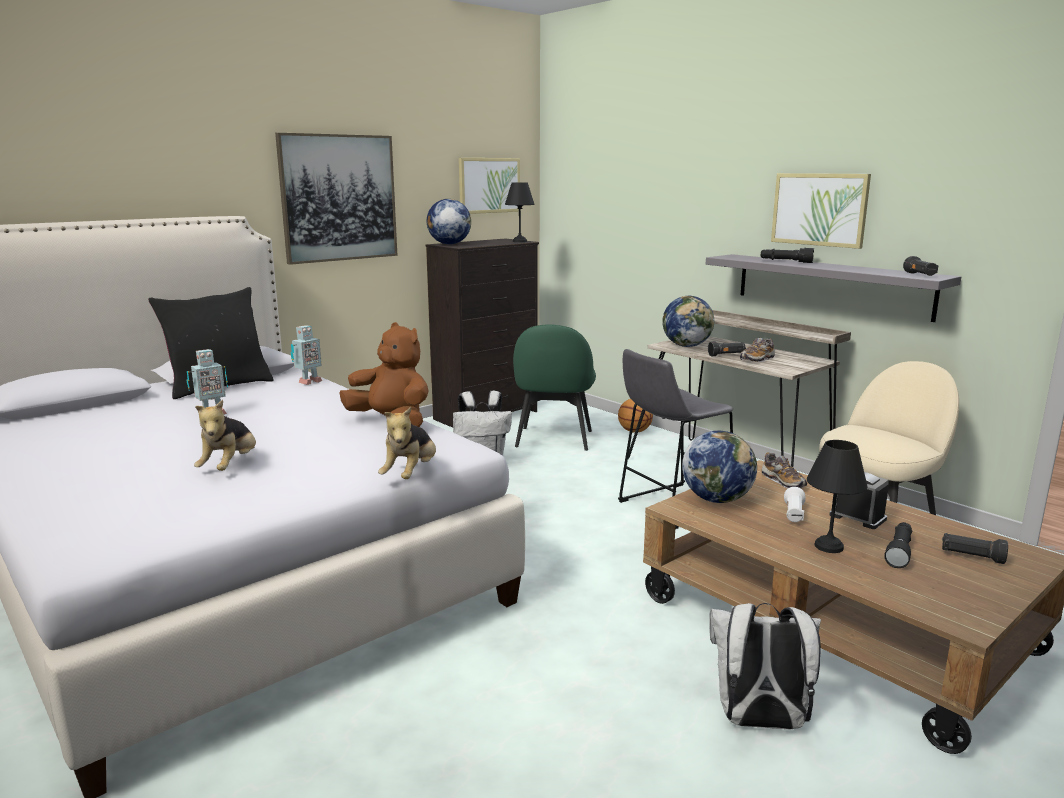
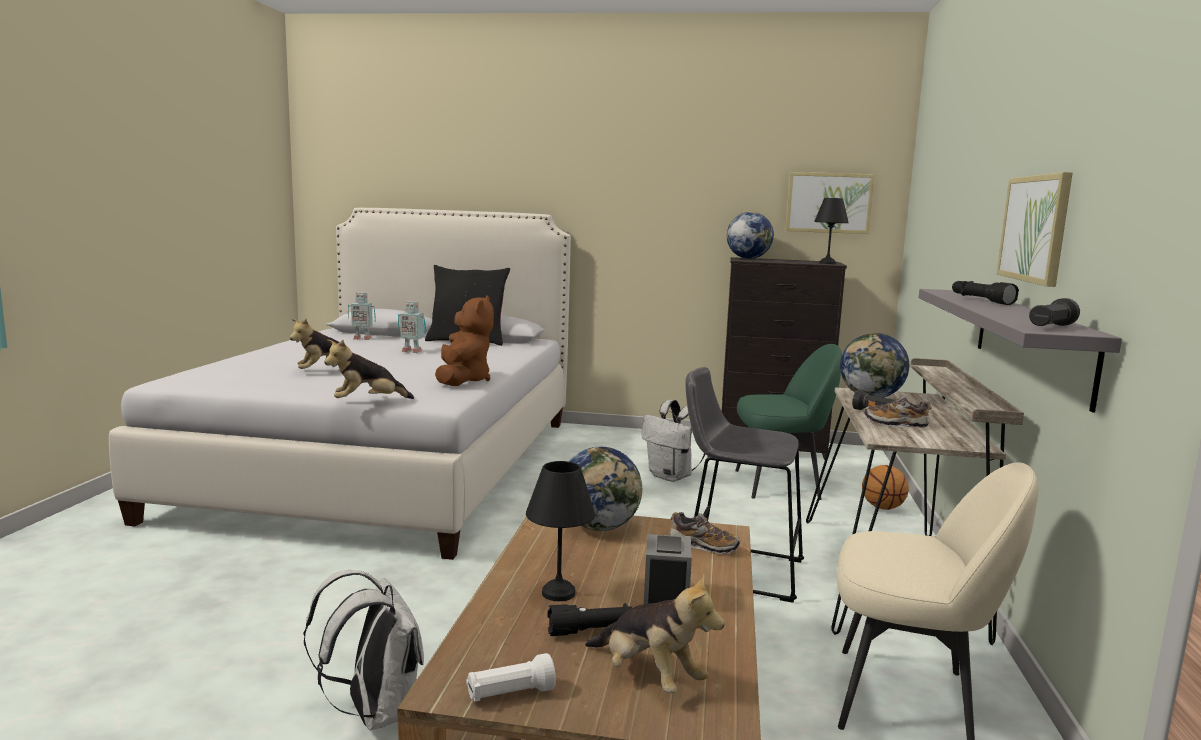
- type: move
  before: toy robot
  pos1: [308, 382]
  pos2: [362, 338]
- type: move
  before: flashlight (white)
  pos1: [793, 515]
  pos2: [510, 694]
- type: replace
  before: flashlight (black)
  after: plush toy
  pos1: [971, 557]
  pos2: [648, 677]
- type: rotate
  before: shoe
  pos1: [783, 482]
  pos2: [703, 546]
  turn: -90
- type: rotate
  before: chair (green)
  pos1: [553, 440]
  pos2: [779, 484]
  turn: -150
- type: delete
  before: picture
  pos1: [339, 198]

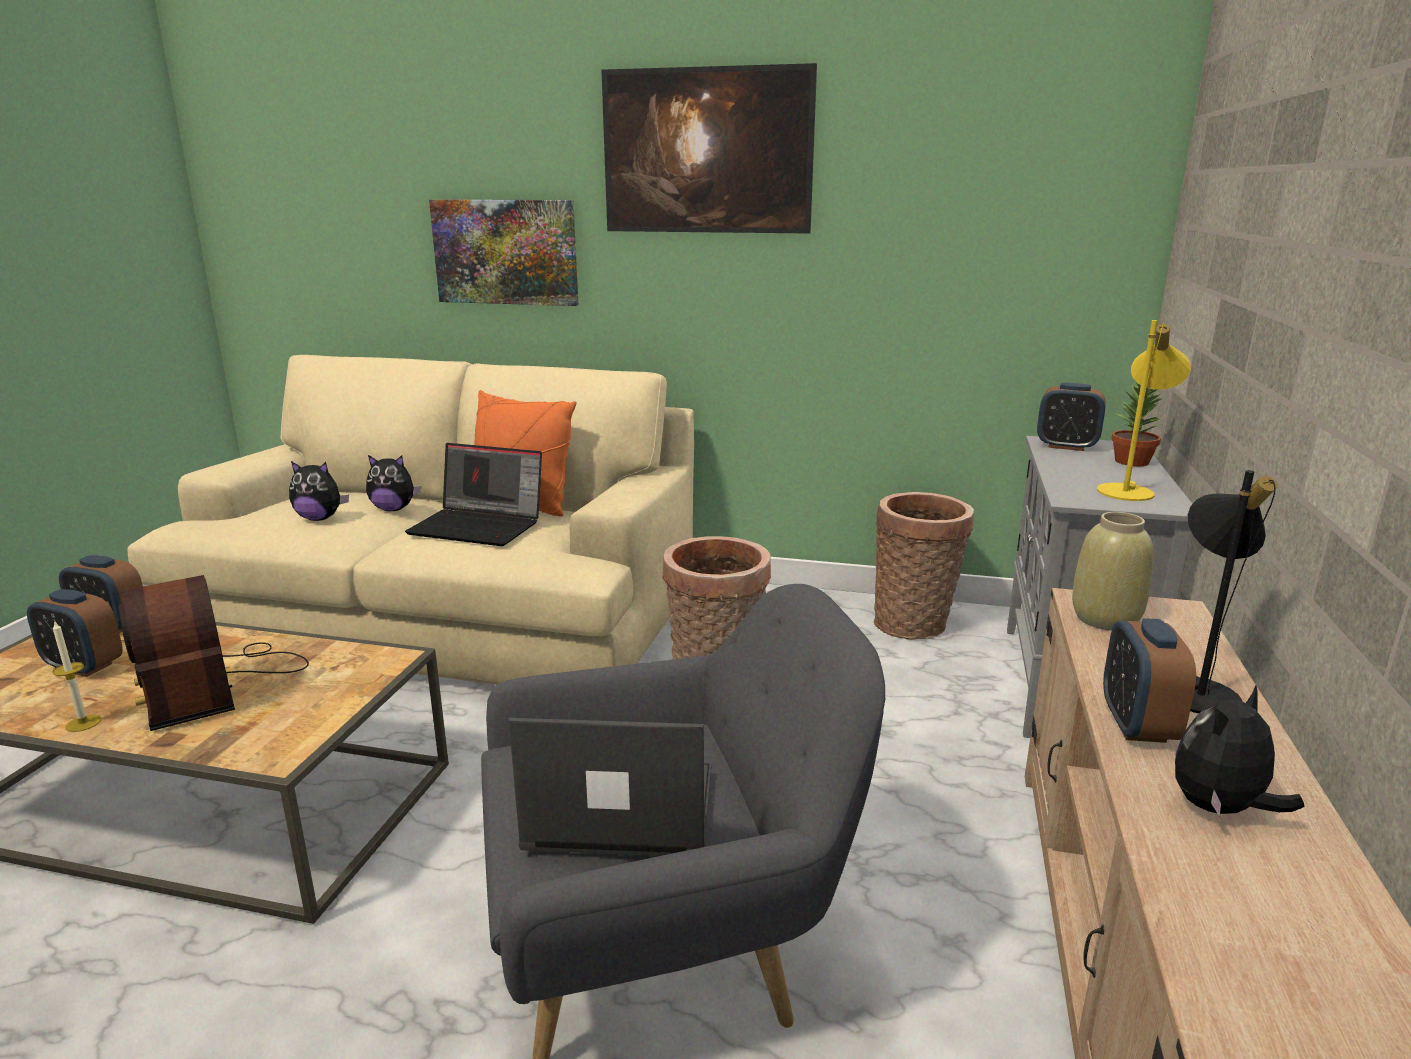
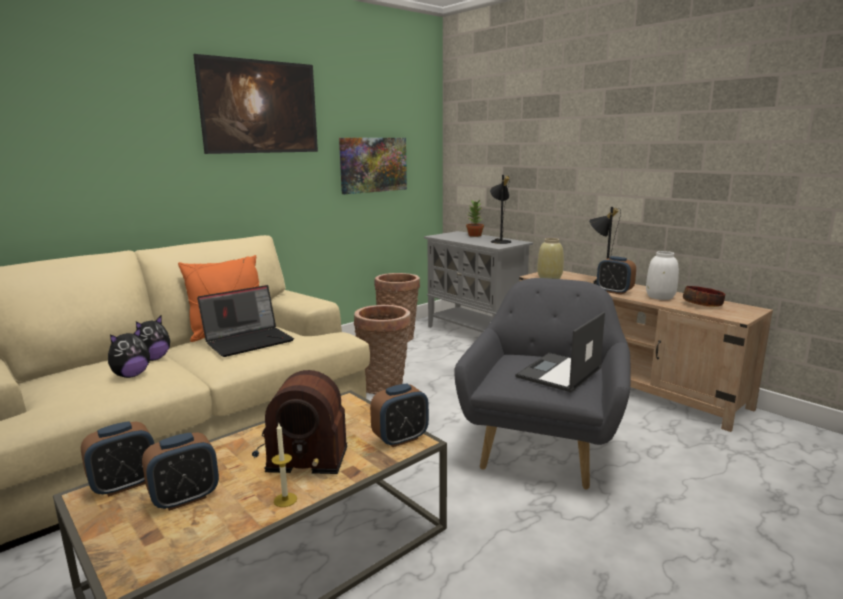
- type: move
  before: picture
  pos1: [506, 252]
  pos2: [373, 164]
- type: move
  before: alarm clock
  pos1: [1066, 446]
  pos2: [400, 439]
- type: recolor
  before: table lamp (yellow)
  after: table lamp (black)
  pos1: [1131, 490]
  pos2: [500, 241]
- type: replace
  before: plush toy
  after: vase (white)
  pos1: [1220, 809]
  pos2: [660, 297]
- type: insert
  after: bowl
  pos2: [703, 304]

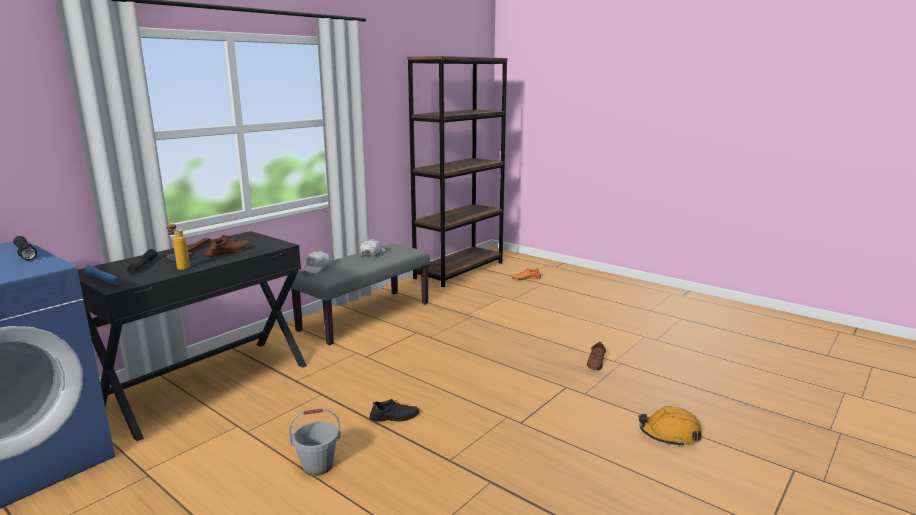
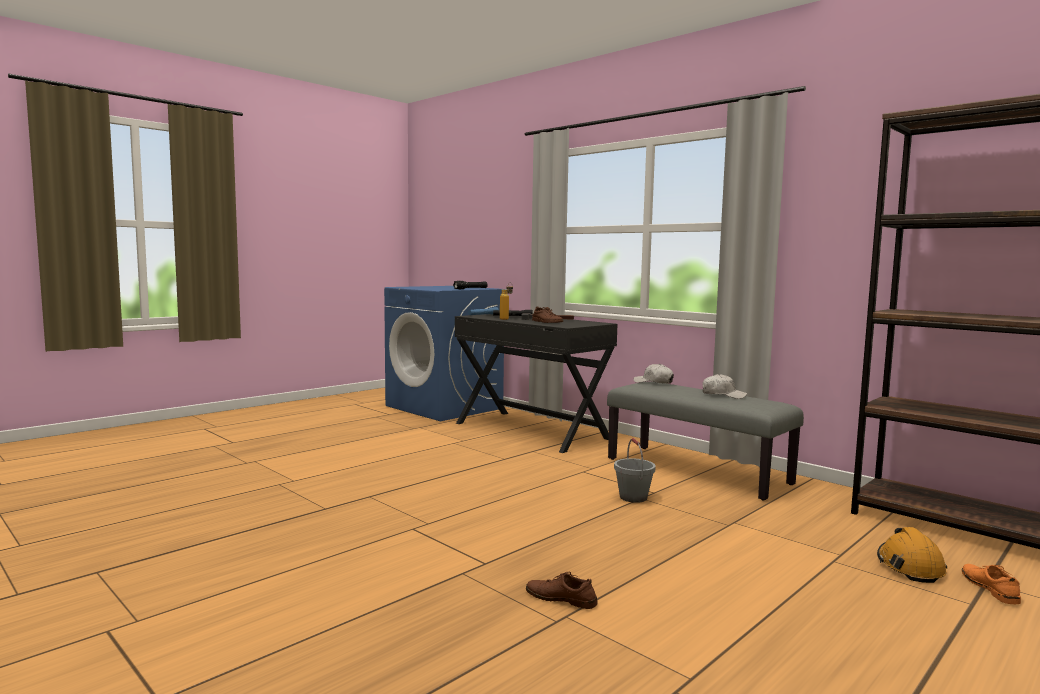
- type: move
  before: bucket (grey)
  pos1: [318, 466]
  pos2: [633, 497]
- type: move
  before: hard hat (orange)
  pos1: [670, 434]
  pos2: [910, 566]
- type: delete
  before: shoe (black)
  pos1: [394, 417]

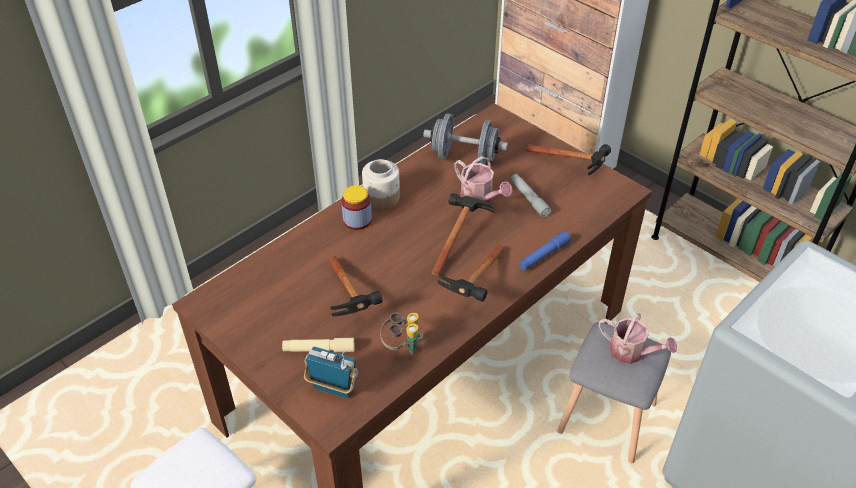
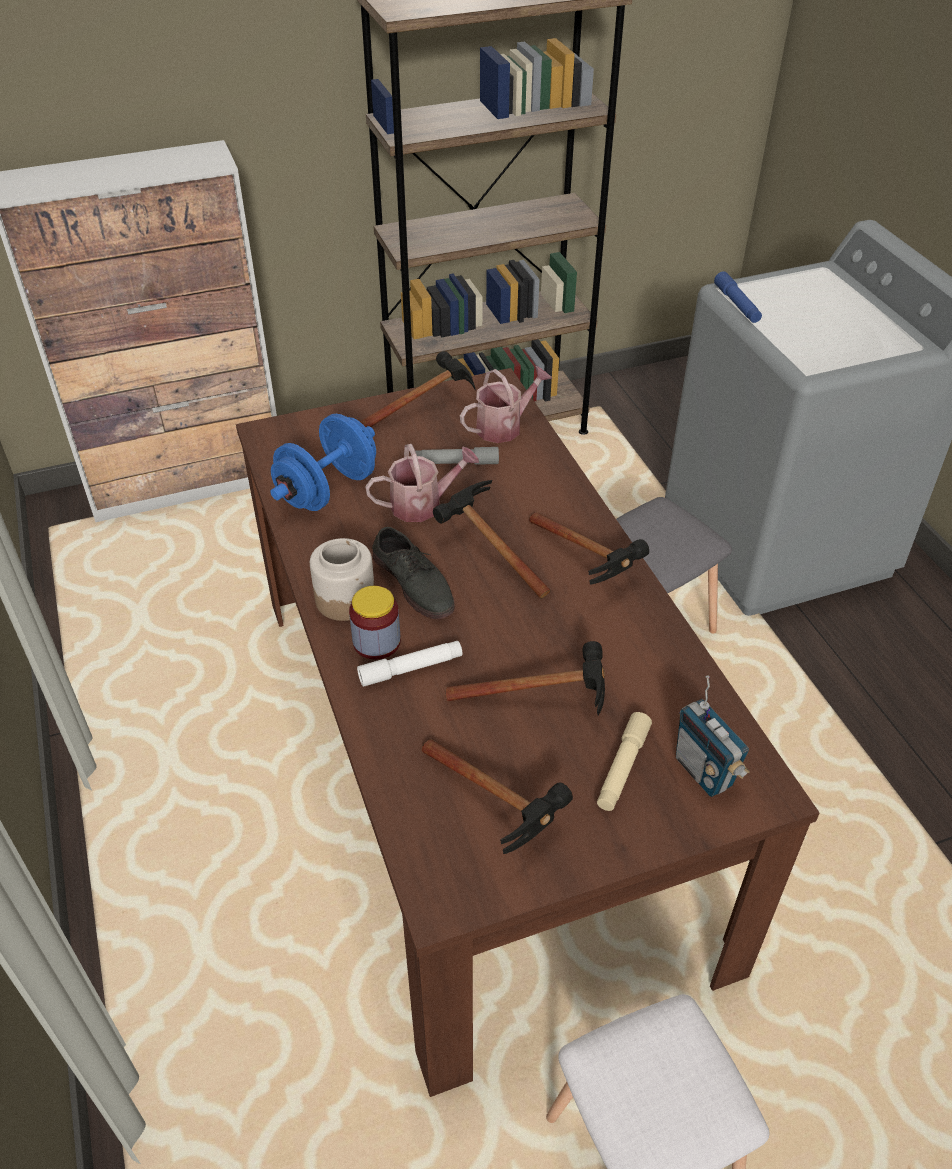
- type: recolor
  before: dumbbell (grey)
  after: dumbbell (blue)
  pos1: [464, 157]
  pos2: [327, 490]
- type: insert
  after: flashlight (white)
  pos2: [411, 669]
- type: insert
  after: shoe (grey)
  pos2: [414, 582]
- type: insert
  after: hammer
  pos2: [501, 812]
- type: move
  before: watering can
  pos1: [631, 352]
  pos2: [504, 426]
- type: rotate
  before: radio
  pos1: [333, 388]
  pos2: [704, 772]
  turn: -75
- type: move
  before: flashlight (blue)
  pos1: [544, 255]
  pos2: [737, 304]
- type: delete
  before: binoculars
  pos1: [402, 347]

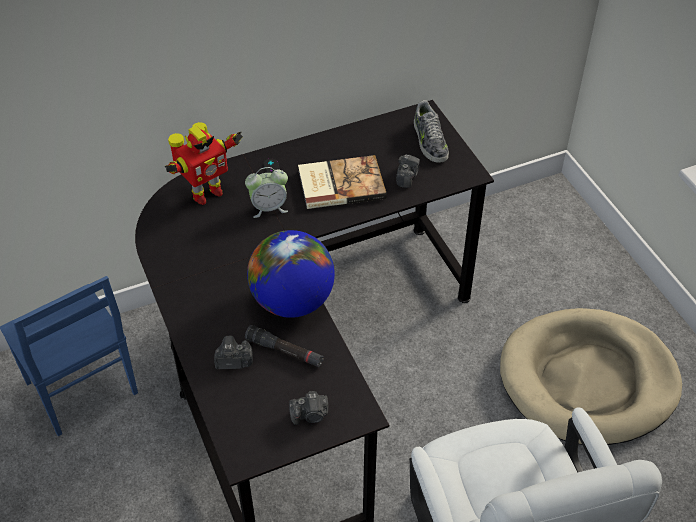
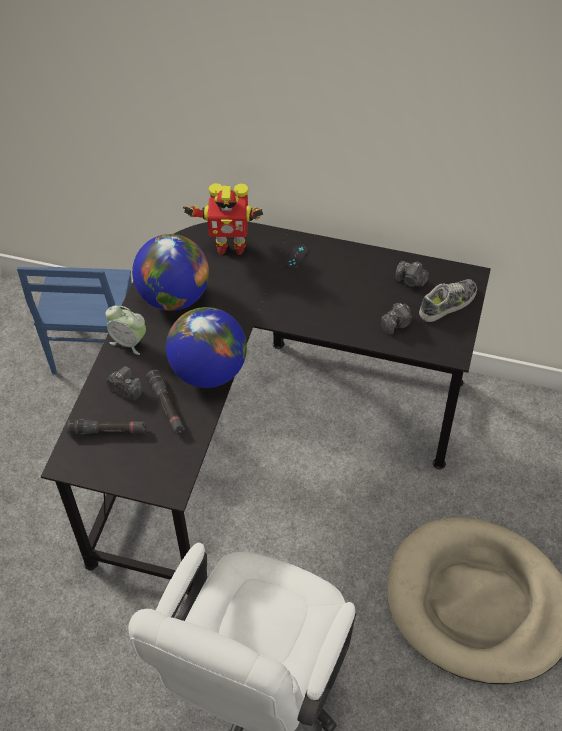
- type: insert
  after: flashlight (black)
  pos2: [107, 431]
- type: move
  before: alarm clock
  pos1: [269, 208]
  pos2: [129, 342]
- type: insert
  after: globe
  pos2: [174, 297]
- type: move
  before: photo camera
  pos1: [310, 415]
  pos2: [411, 281]
- type: rotate
  before: shoe
  pos1: [429, 141]
  pos2: [448, 304]
  turn: -150
- type: delete
  before: book
  pos1: [340, 183]

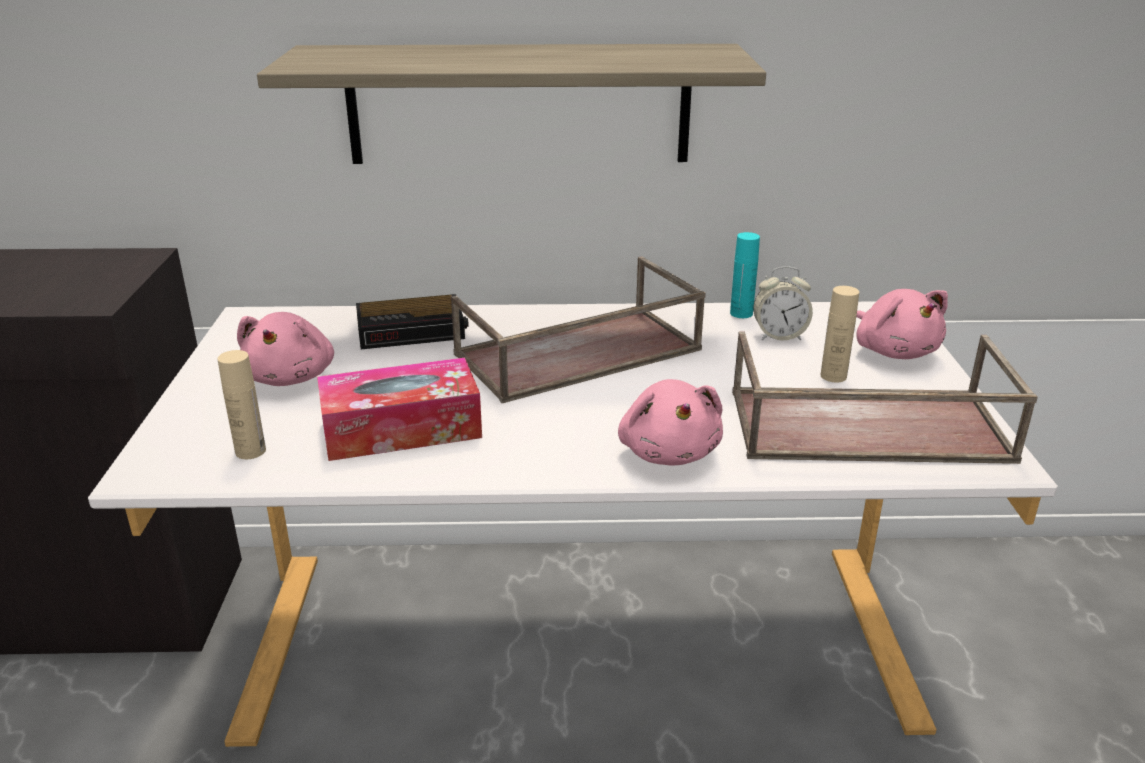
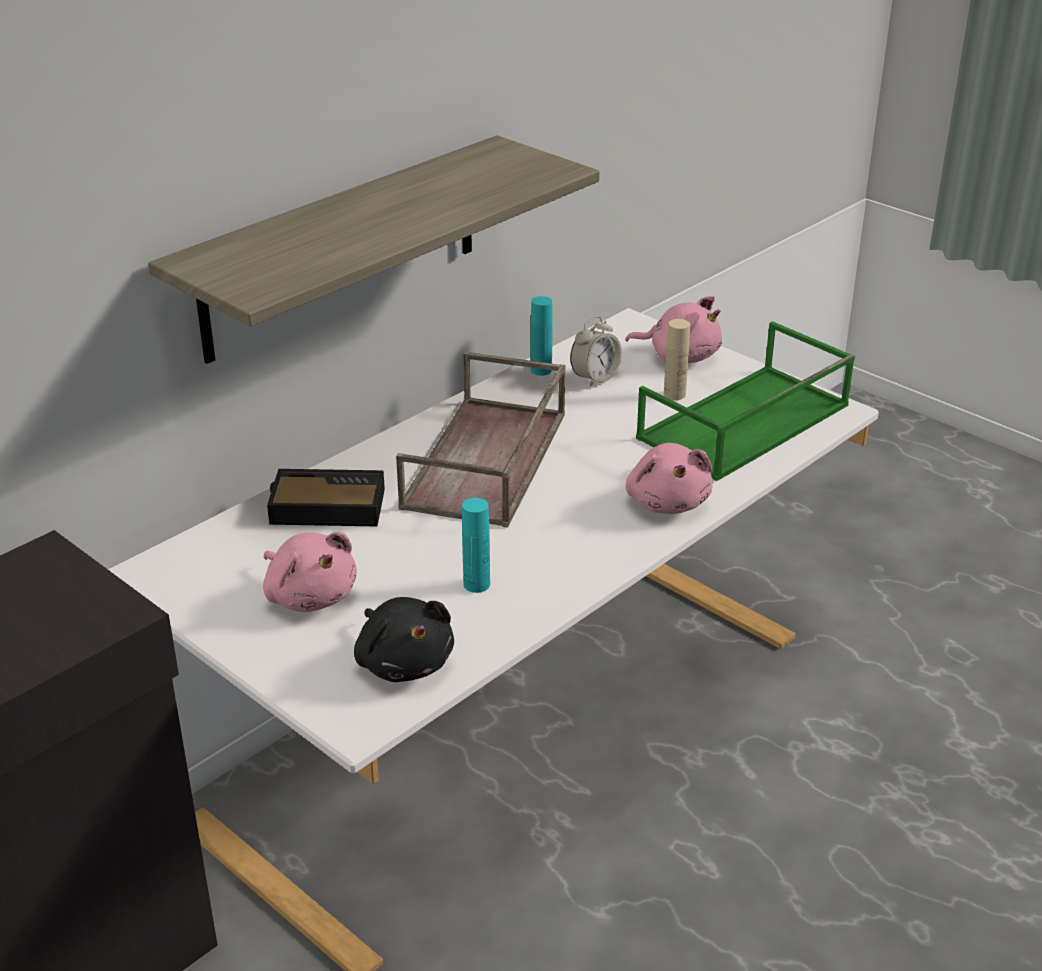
- type: rotate
  before: alarm clock
  pos1: [413, 330]
  pos2: [325, 506]
  turn: -120
- type: replace
  before: bottle (beige)
  after: plush toy (black)
  pos1: [250, 451]
  pos2: [403, 662]
- type: replace
  before: tissue box
  after: bottle (turquoise)
  pos1: [401, 429]
  pos2: [476, 584]
- type: rotate
  before: plush toy (pink)
  pos1: [668, 451]
  pos2: [667, 501]
  turn: 45
- type: recolor
  before: tray (brown)
  after: tray (green)
  pos1: [864, 427]
  pos2: [744, 423]

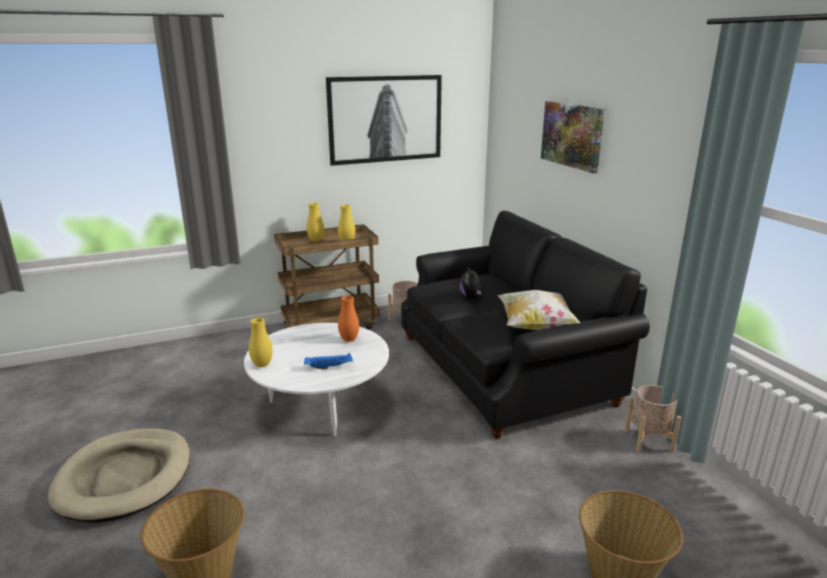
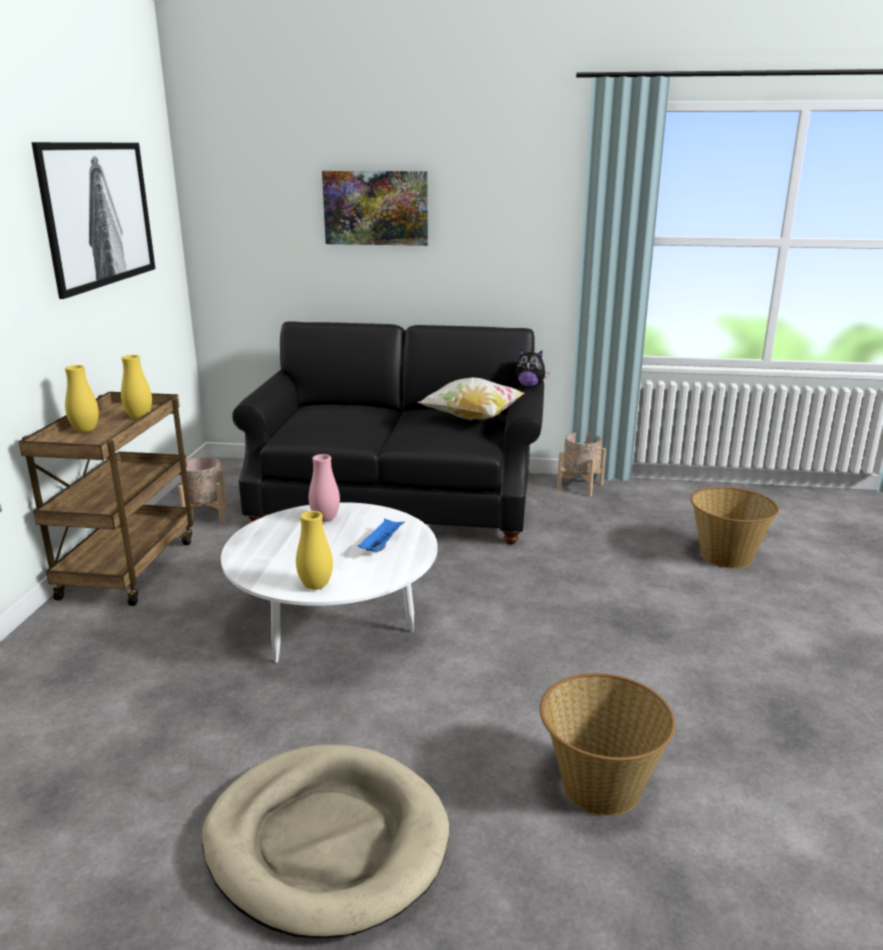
- type: recolor
  before: vase (orange)
  after: vase (pink)
  pos1: [349, 339]
  pos2: [325, 519]
- type: move
  before: plush toy
  pos1: [471, 297]
  pos2: [530, 386]

